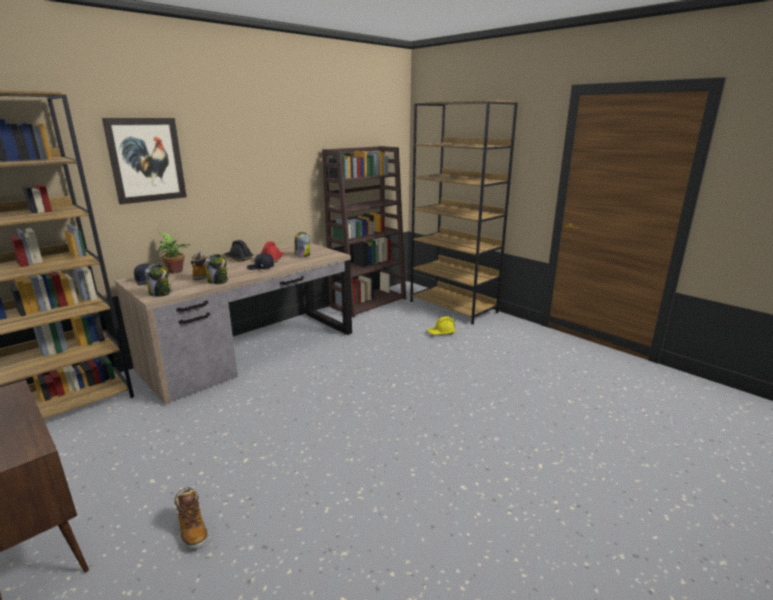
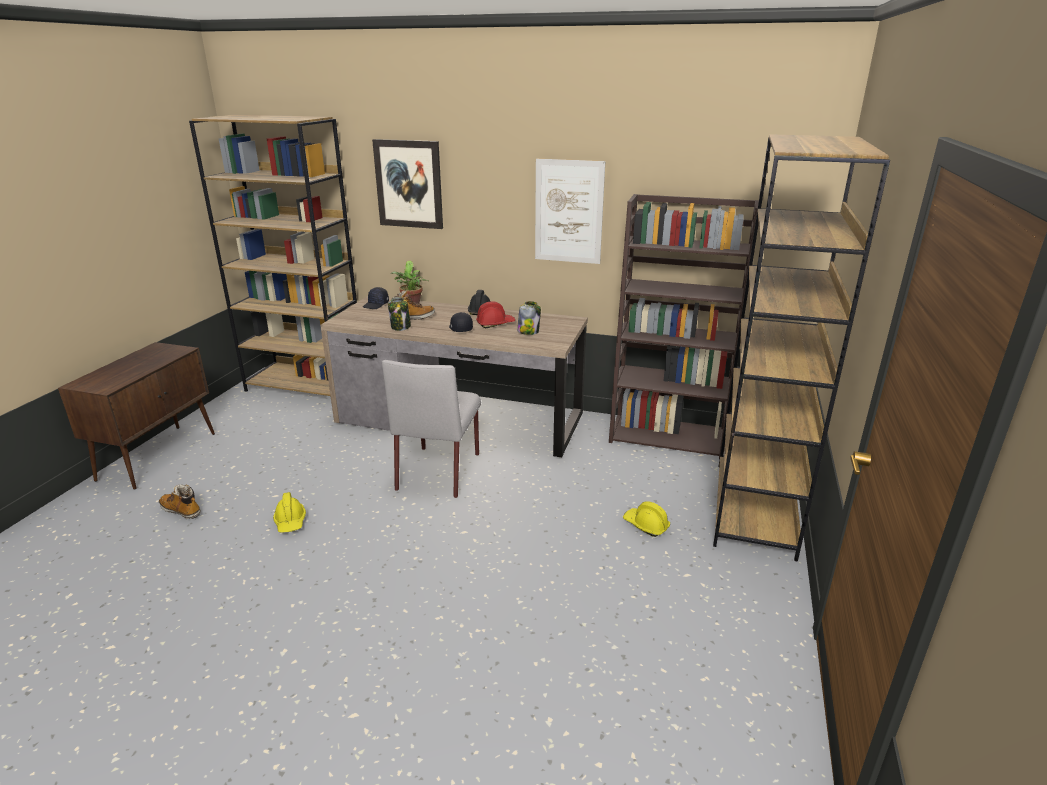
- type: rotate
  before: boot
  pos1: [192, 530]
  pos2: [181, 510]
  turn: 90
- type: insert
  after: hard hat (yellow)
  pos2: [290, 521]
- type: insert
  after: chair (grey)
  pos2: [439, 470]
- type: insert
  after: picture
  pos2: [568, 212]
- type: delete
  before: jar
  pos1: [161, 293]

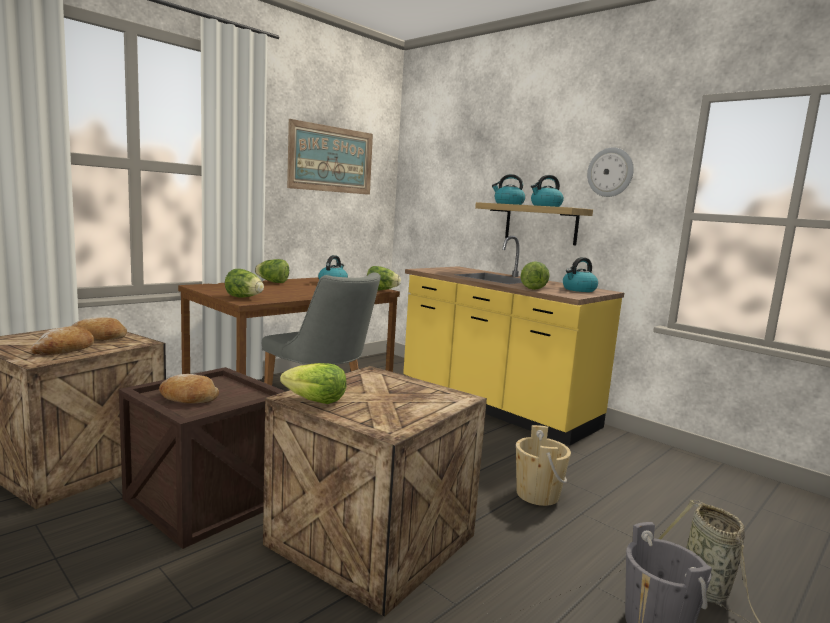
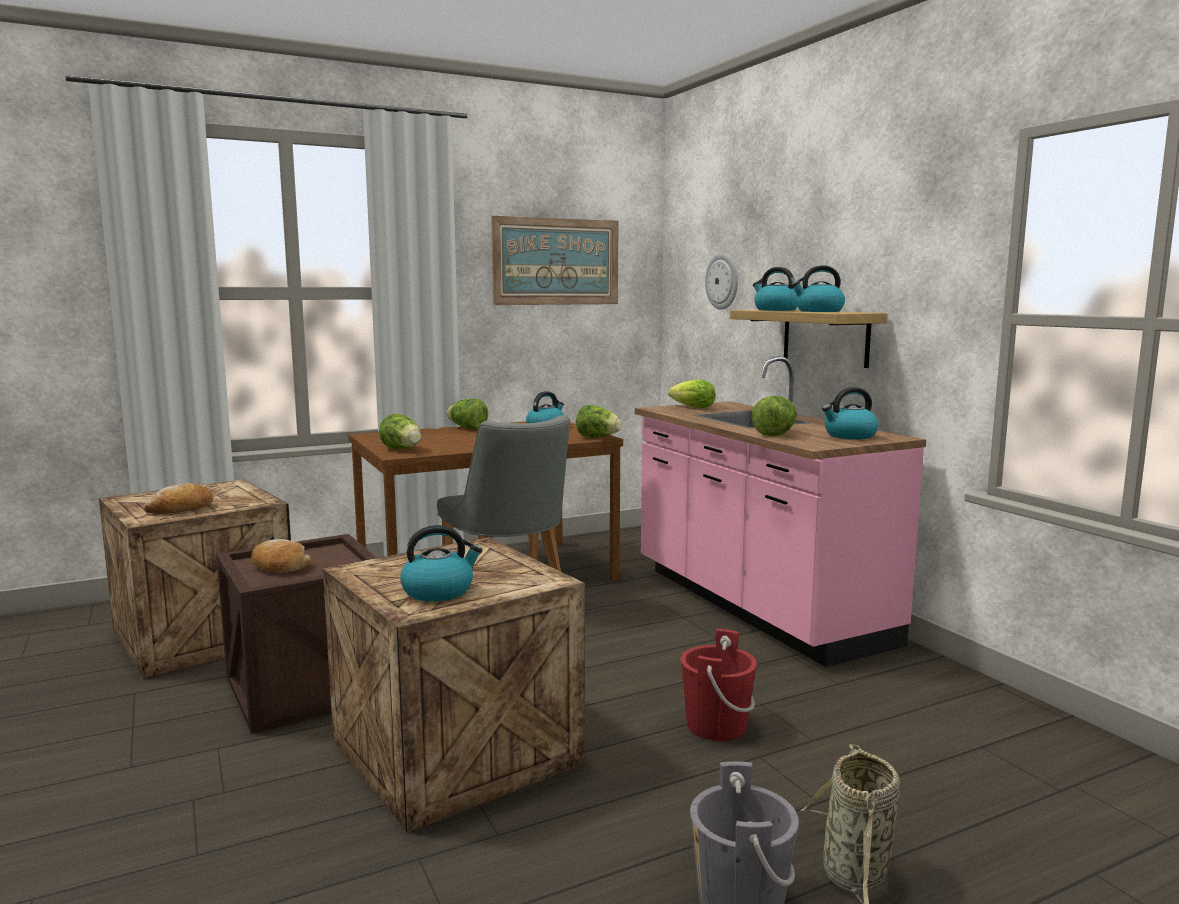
- type: insert
  after: kettle
  pos2: [439, 591]
- type: recolor
  before: counter (yellow)
  after: counter (pink)
  pos1: [495, 407]
  pos2: [756, 606]
- type: move
  before: lettuce
  pos1: [315, 401]
  pos2: [693, 407]
- type: recolor
  before: bucket (beige)
  after: bucket (red)
  pos1: [537, 494]
  pos2: [716, 725]
- type: move
  before: wall clock
  pos1: [610, 172]
  pos2: [723, 281]
- type: delete
  before: bread
  pos1: [98, 338]

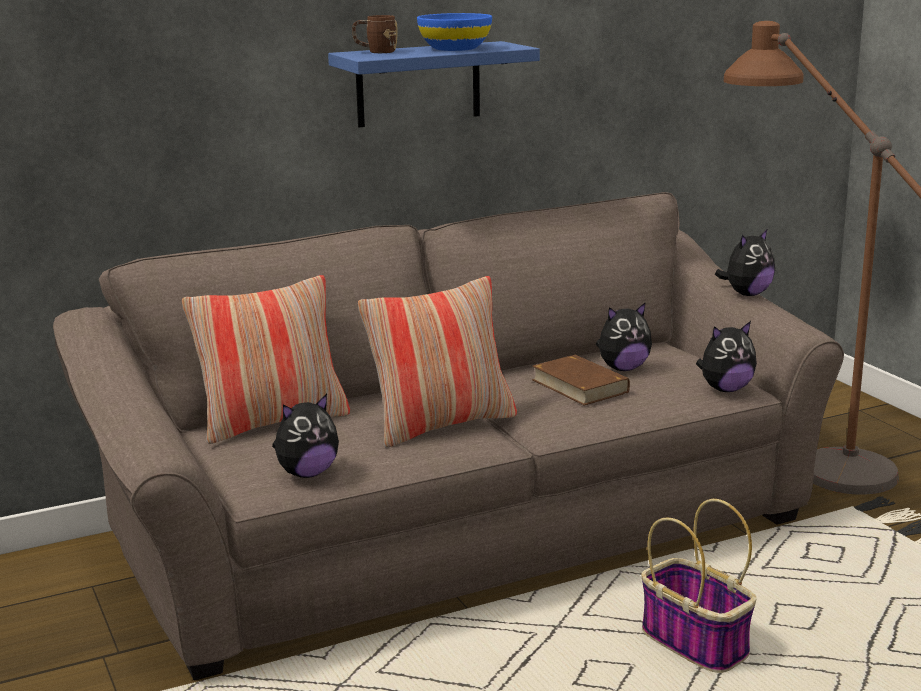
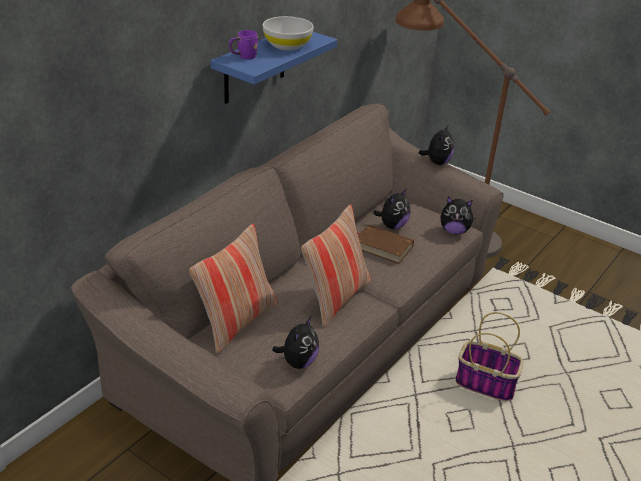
- type: recolor
  before: mug (brown)
  after: mug (purple)
  pos1: [375, 52]
  pos2: [243, 57]
- type: recolor
  before: bowl (blue)
  after: bowl (white)
  pos1: [454, 48]
  pos2: [287, 45]
- type: rotate
  before: plush toy
  pos1: [725, 389]
  pos2: [454, 231]
  turn: 60

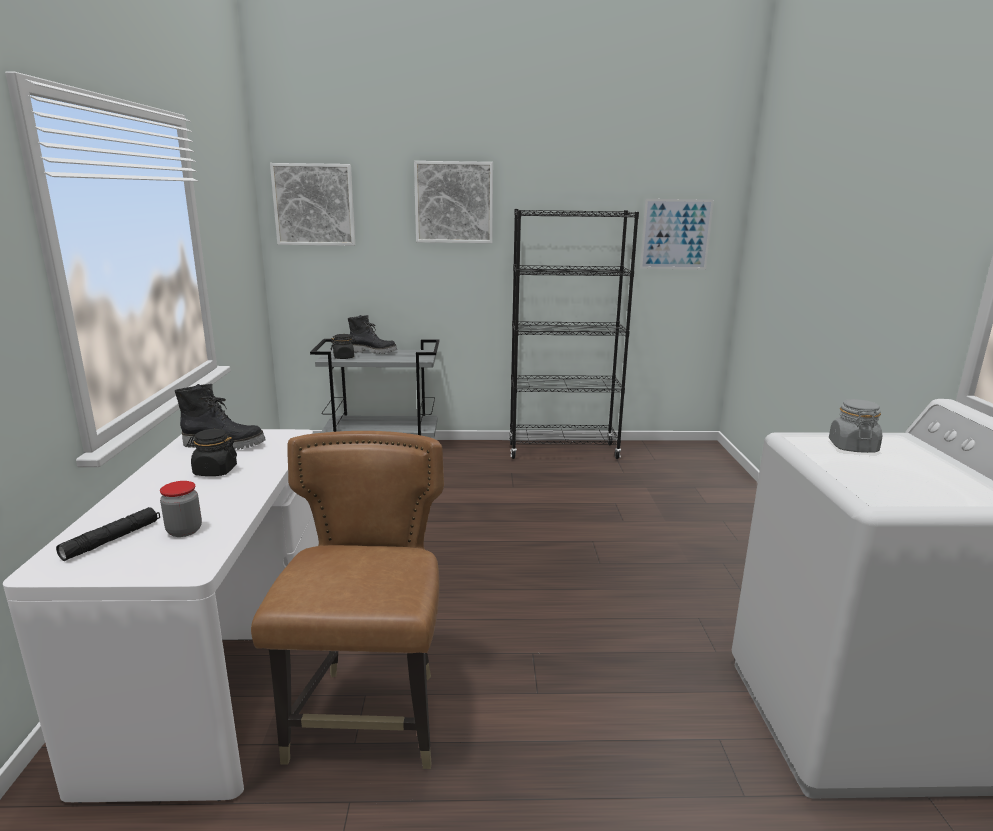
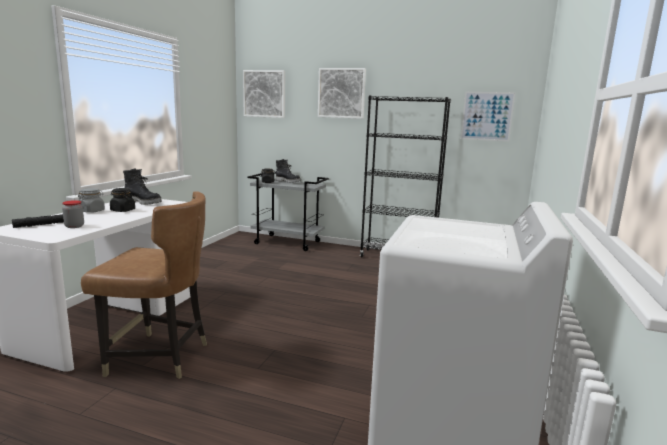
- type: move
  before: jar (grey)
  pos1: [852, 447]
  pos2: [92, 211]
- type: rotate
  before: chair (brown)
  pos1: [369, 718]
  pos2: [159, 357]
  turn: 75

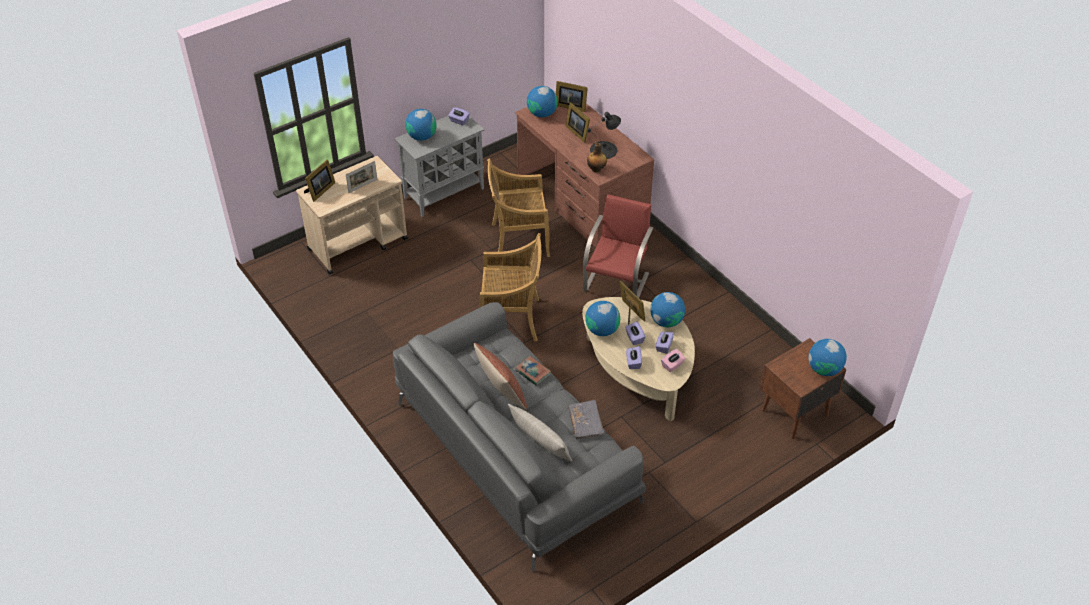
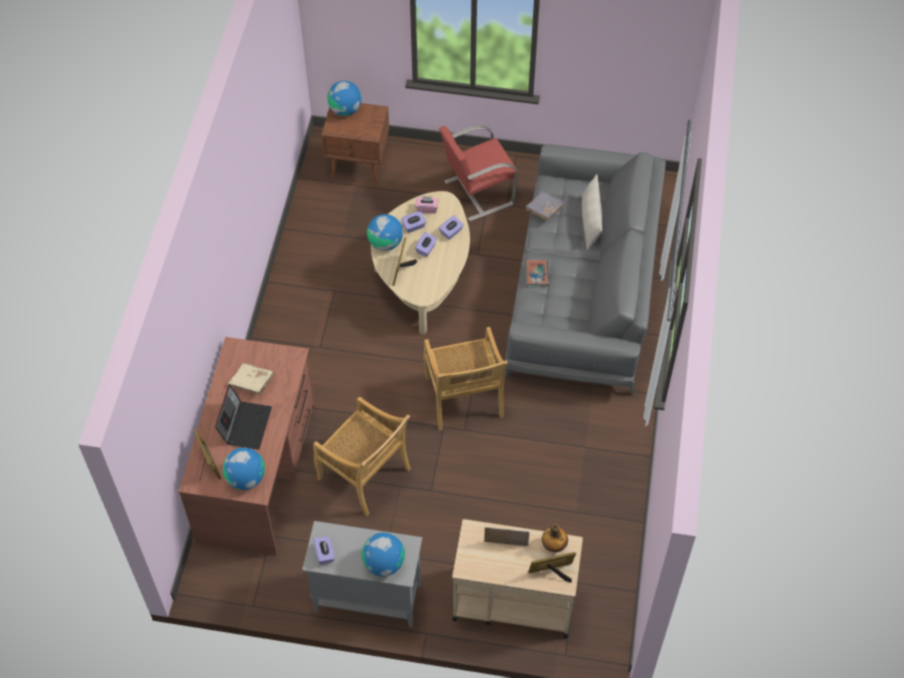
- type: replace
  before: picture frame
  after: laptop
  pos1: [578, 132]
  pos2: [245, 424]
- type: replace
  before: table lamp (black)
  after: book (beige)
  pos1: [604, 150]
  pos2: [252, 383]
- type: rotate
  before: chair (beige)
  pos1: [511, 319]
  pos2: [464, 398]
  turn: -150
- type: move
  before: chair (red)
  pos1: [617, 281]
  pos2: [477, 193]
- type: move
  before: bottle
  pos1: [596, 169]
  pos2: [554, 545]
- type: delete
  before: pillow
  pos1: [501, 394]
- type: delete
  before: globe
  pos1: [602, 330]

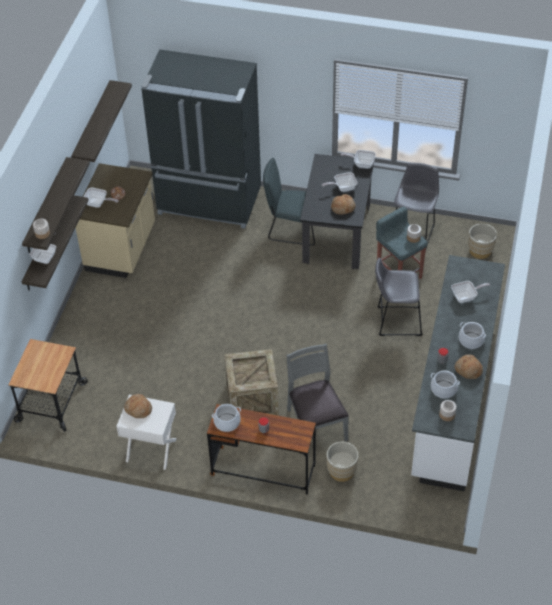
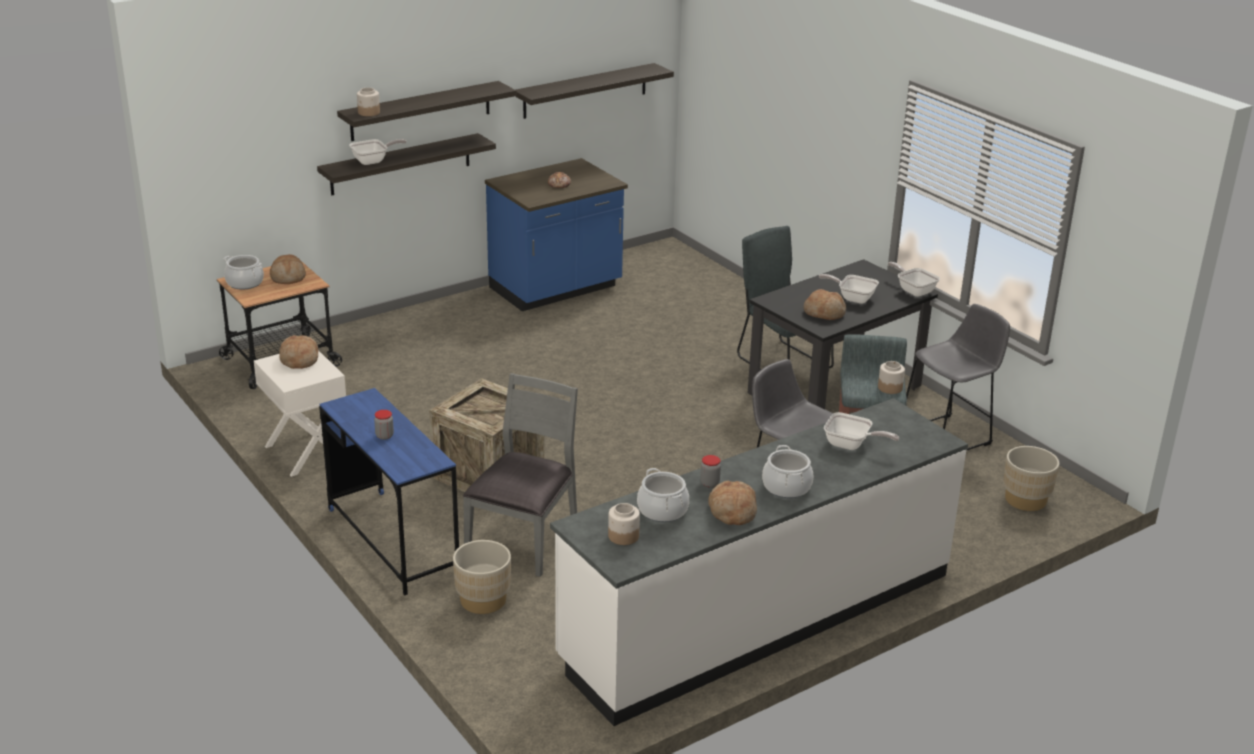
- type: move
  before: cooking pot
  pos1: [227, 422]
  pos2: [245, 283]
- type: insert
  after: bread
  pos2: [288, 277]
- type: recolor
  before: desk (brown)
  after: desk (blue)
  pos1: [263, 470]
  pos2: [392, 541]
- type: recolor
  before: counter (beige)
  after: counter (blue)
  pos1: [122, 248]
  pos2: [556, 289]
- type: delete
  before: frying pan
  pos1: [98, 204]
- type: delete
  before: fridge (black)
  pos1: [209, 202]

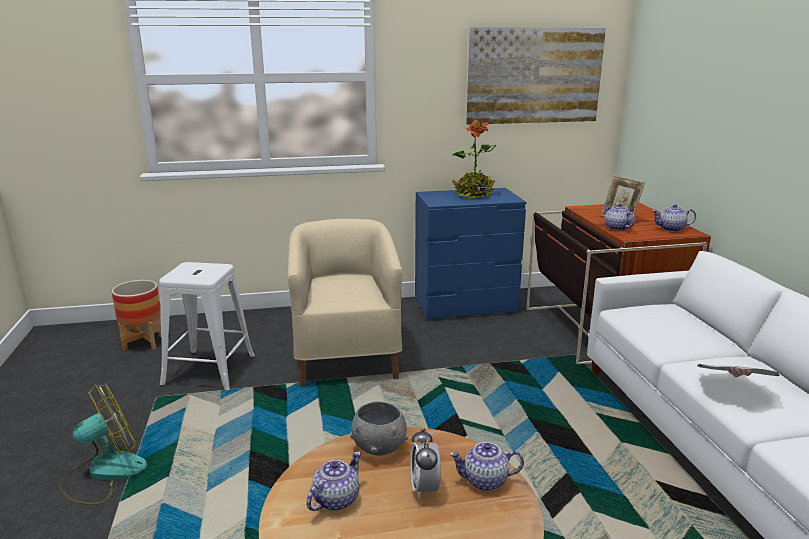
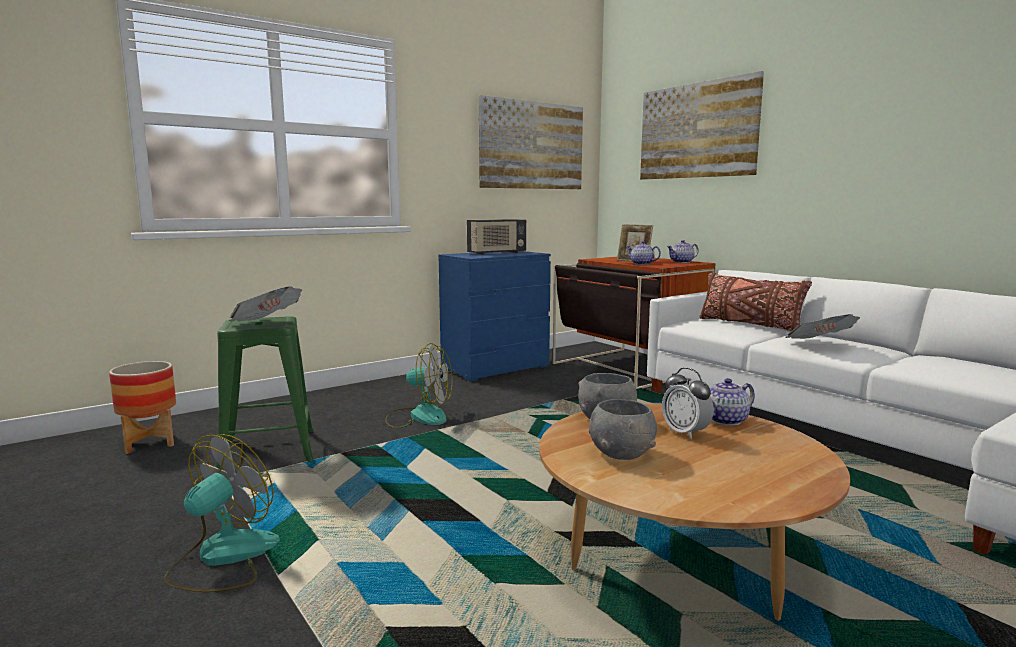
- type: recolor
  before: stool (white)
  after: stool (green)
  pos1: [209, 370]
  pos2: [268, 450]
- type: insert
  after: newspaper
  pos2: [267, 324]
- type: replace
  before: armchair (beige)
  after: fan
  pos1: [346, 357]
  pos2: [419, 416]
- type: replace
  before: potted plant
  after: radio
  pos1: [473, 195]
  pos2: [497, 253]
- type: replace
  before: teapot
  after: bowl (grey)
  pos1: [335, 500]
  pos2: [621, 454]
- type: insert
  after: picture
  pos2: [697, 131]
- type: insert
  after: pillow (brown)
  pos2: [749, 325]

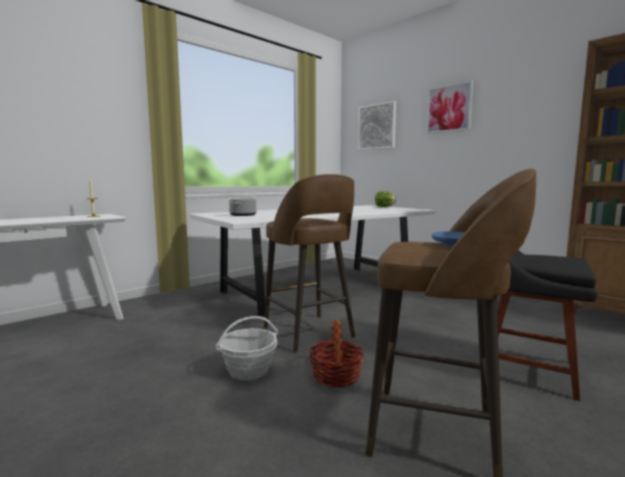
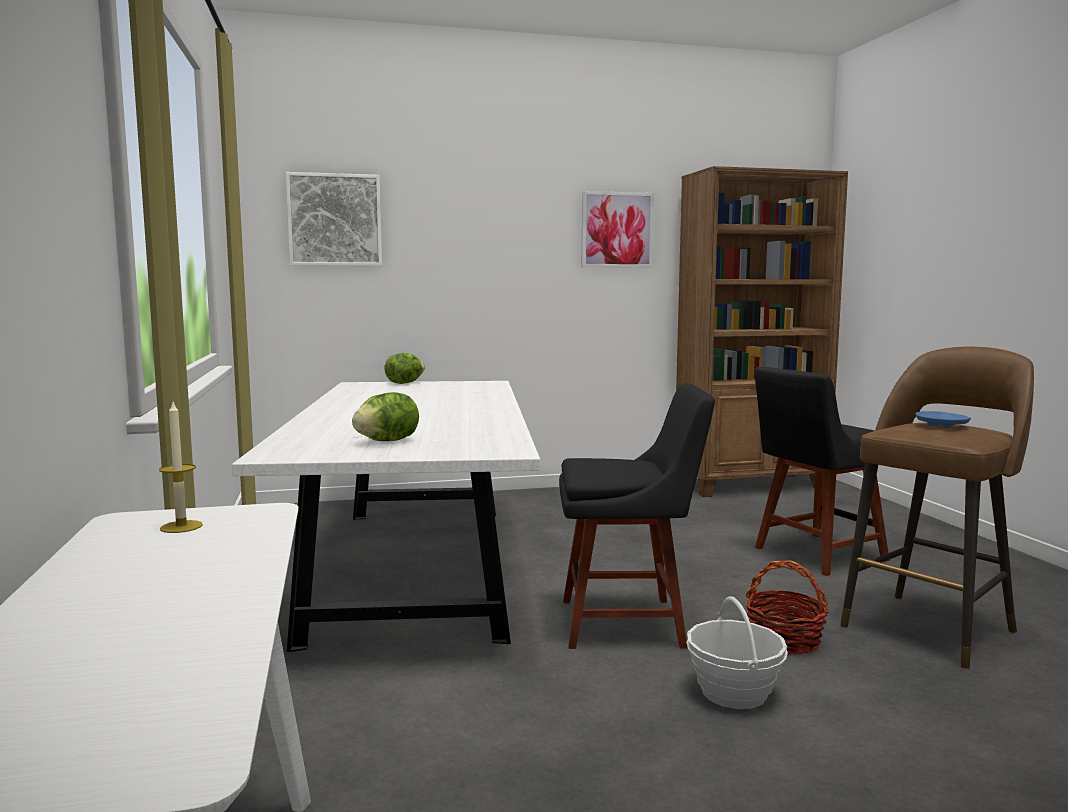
- type: replace
  before: cooking pot
  after: lettuce
  pos1: [243, 215]
  pos2: [387, 441]
- type: replace
  before: stool (brown)
  after: chair (black)
  pos1: [309, 333]
  pos2: [629, 623]
- type: move
  before: picture
  pos1: [448, 108]
  pos2: [617, 230]

